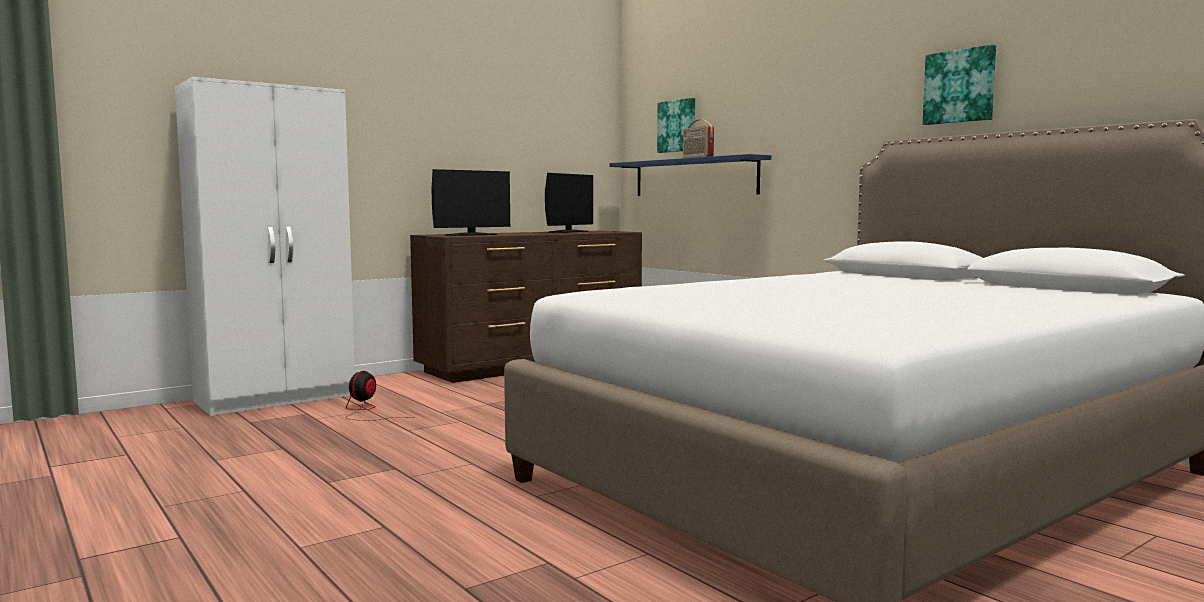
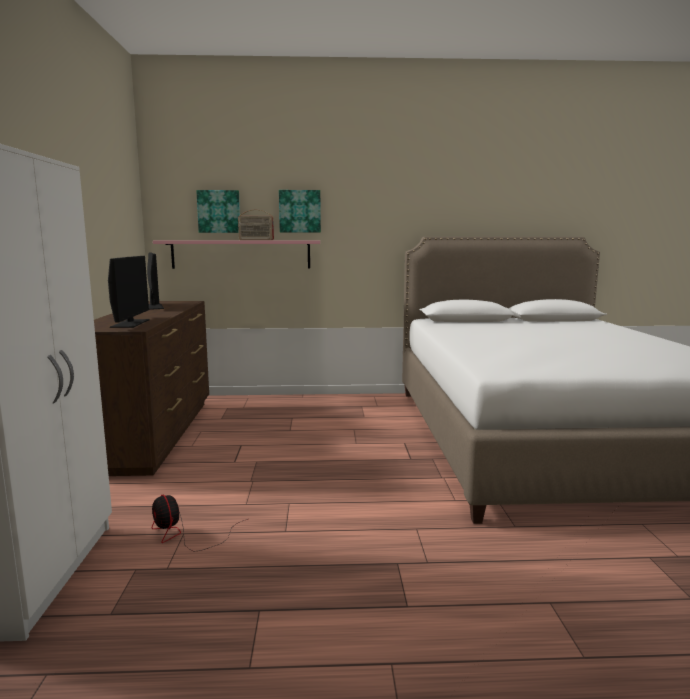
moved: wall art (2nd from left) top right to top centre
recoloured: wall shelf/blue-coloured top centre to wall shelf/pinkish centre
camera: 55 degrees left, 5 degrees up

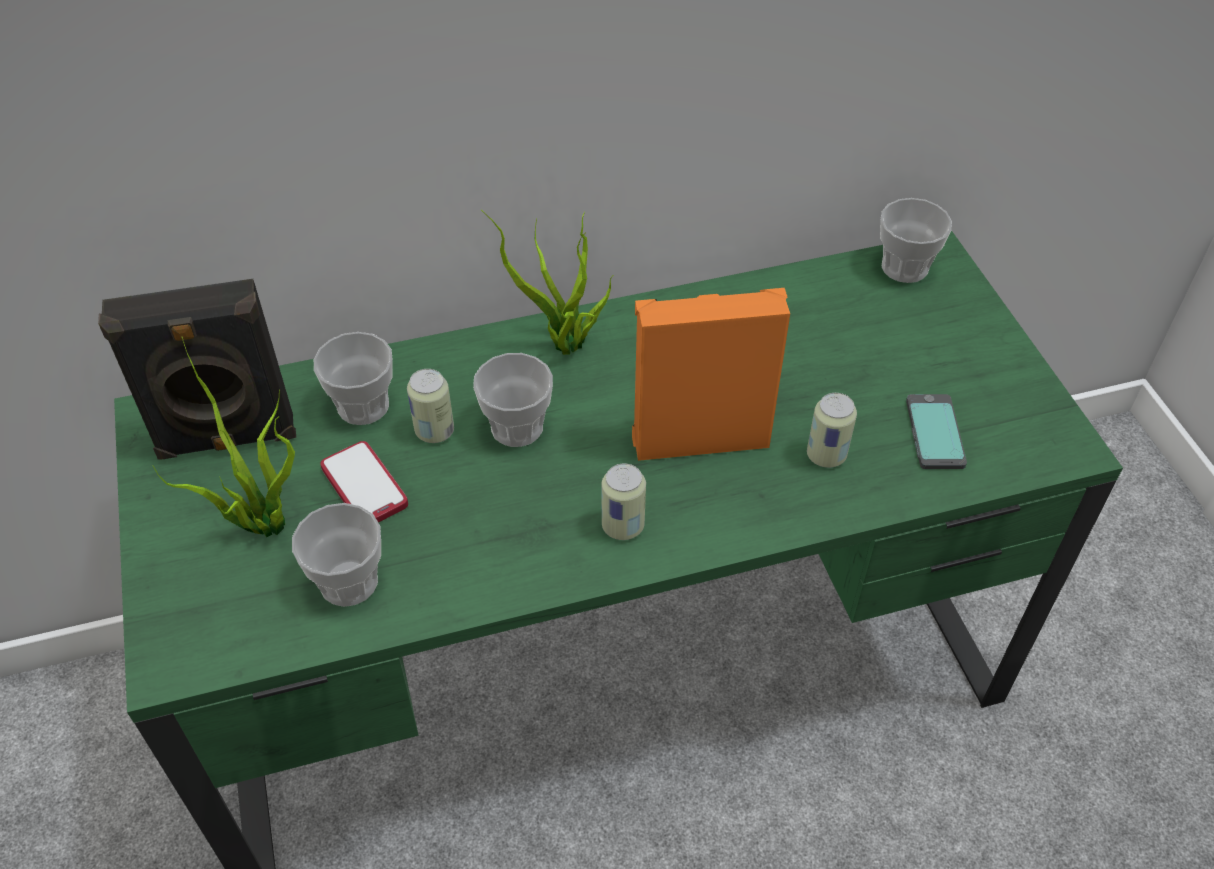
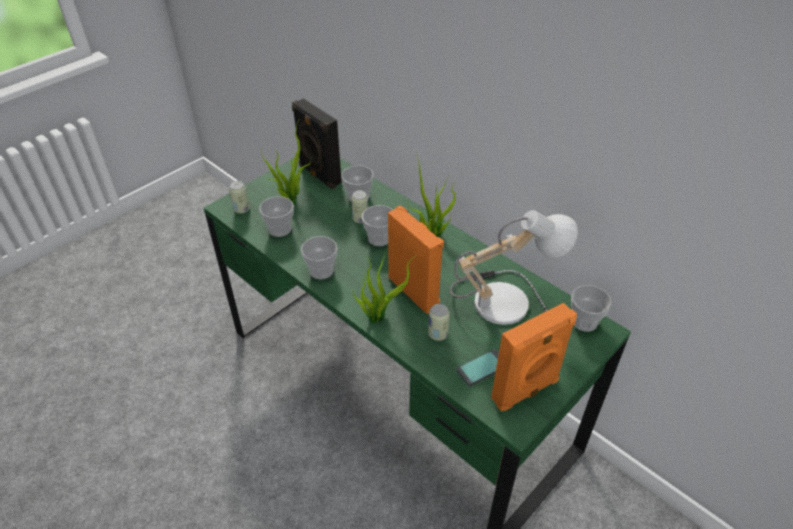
removed: handset (1st from left) middle left
added: cup (2nd from left) centre; plant in a pot (2nd from left) centre; lamp for a table centre; audio speaker/orange (2nd from left) bottom right
moved: can (2nd from left in the first image) centre to can (1st from left) middle left
camera: 60 degrees right, 5 degrees down

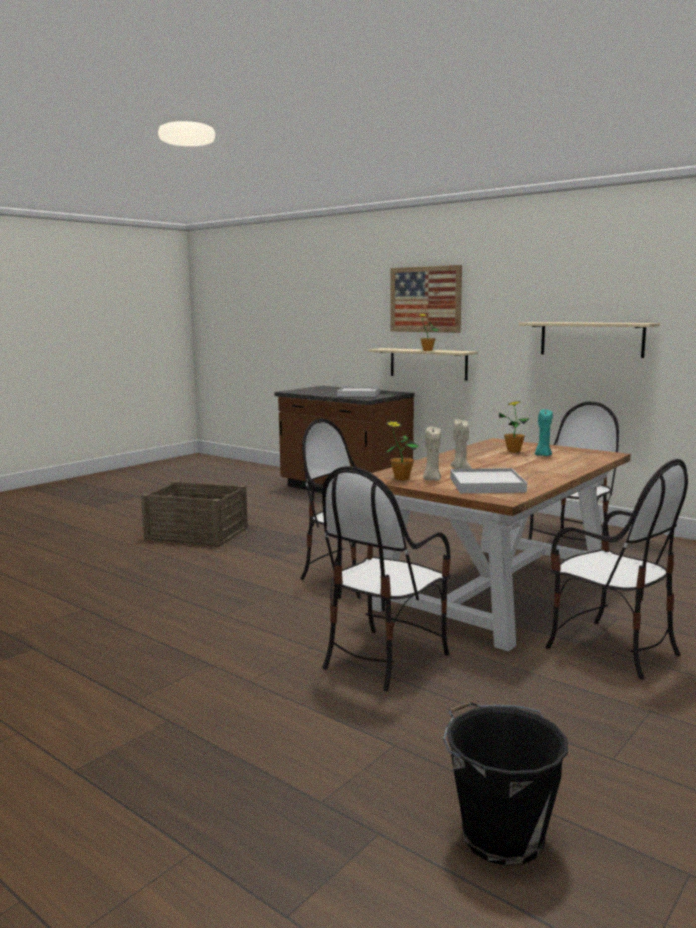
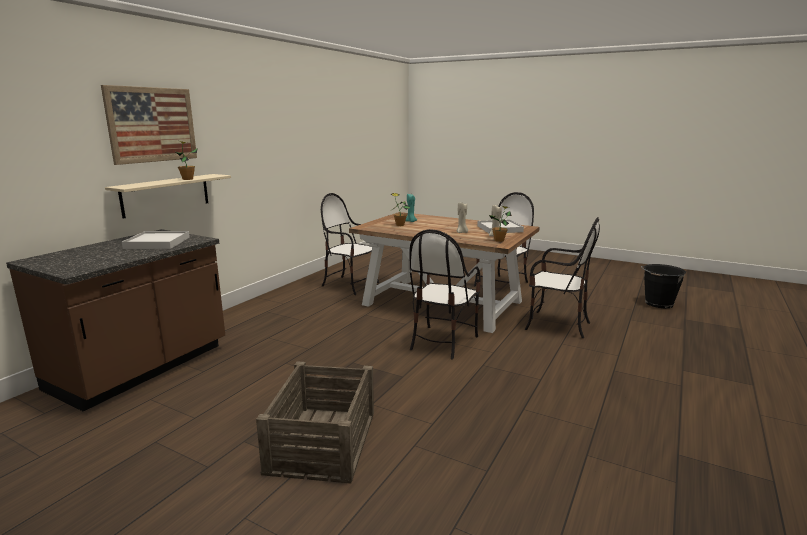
removed: wall shelf/sand-coloured (2nd from left) middle right
camera: 100 degrees left, 5 degrees up

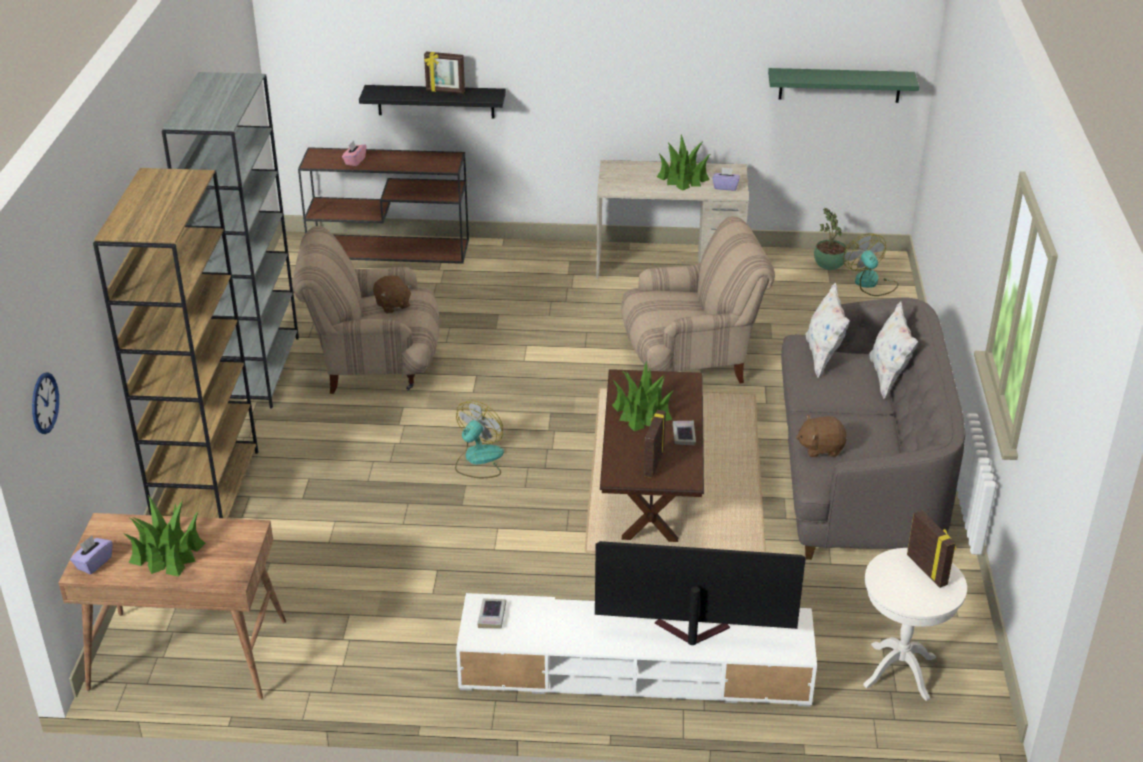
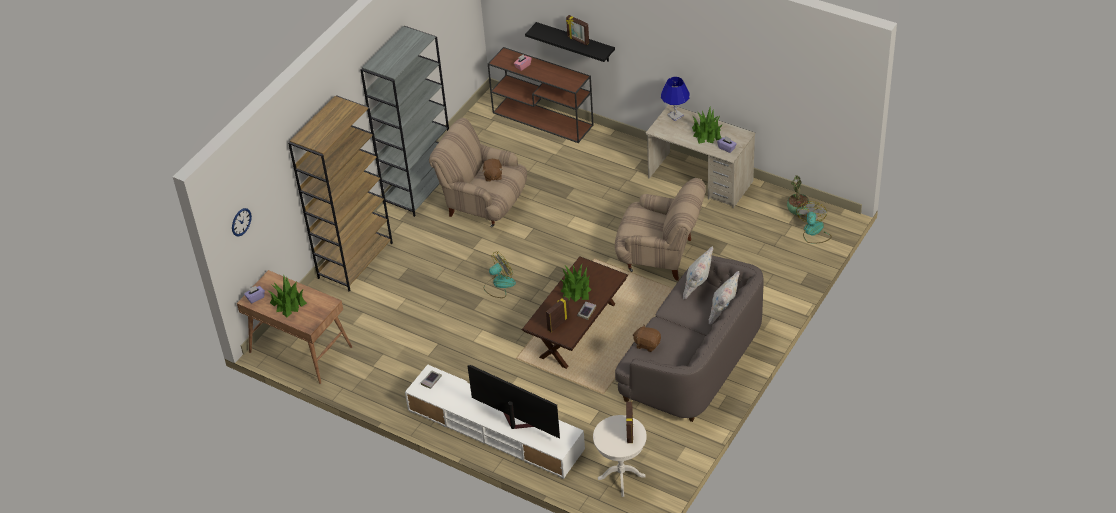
removed: wall shelf/green-coloured top right
added: lamp for a table/blue-coloured top centre
camera: 30 degrees right, 10 degrees up

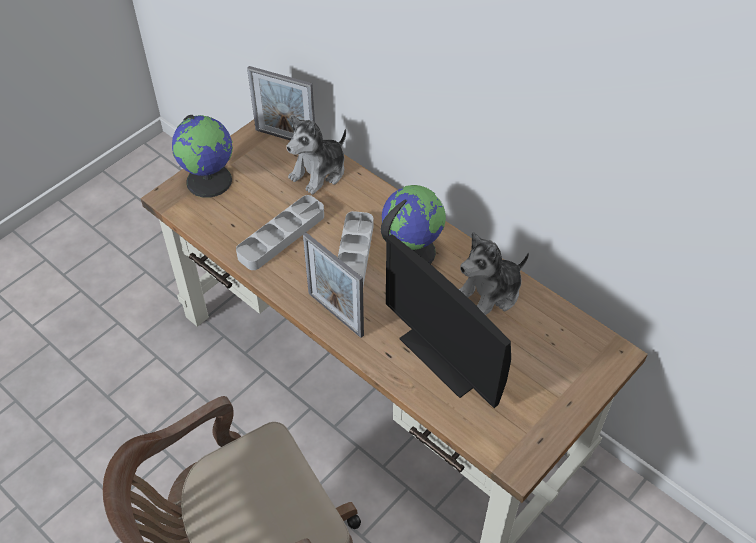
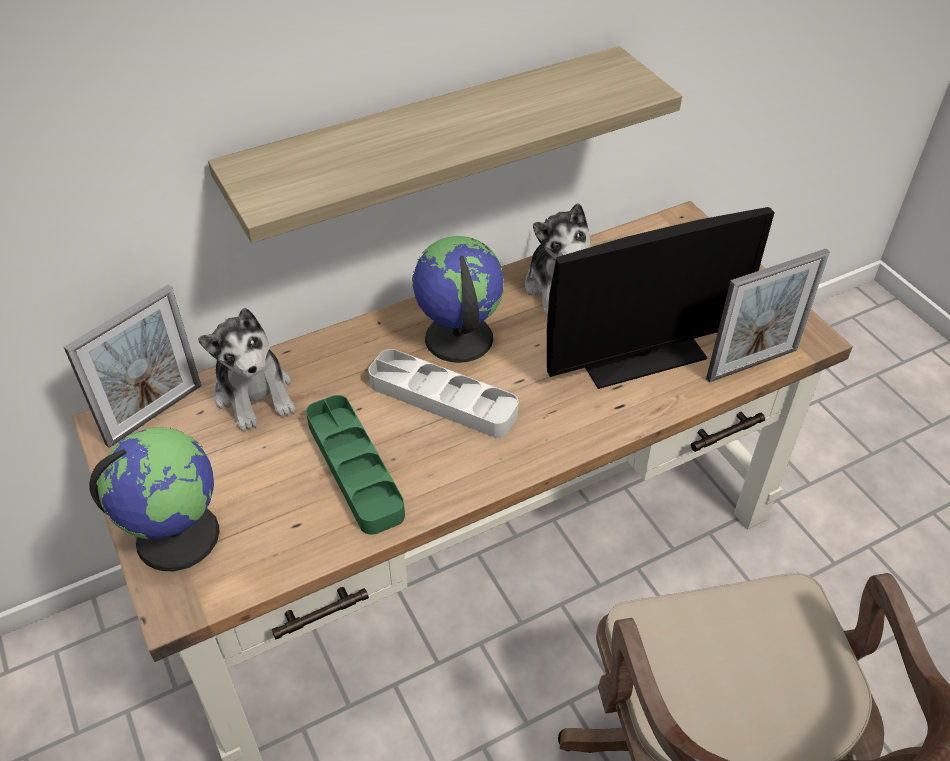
added: wall shelf top centre
moved: standing frame (2nd from left) centre to middle right
recoloured: tray/gray (1st from left) centre to tray/green-coloured centre
camera: 70 degrees left, 5 degrees down

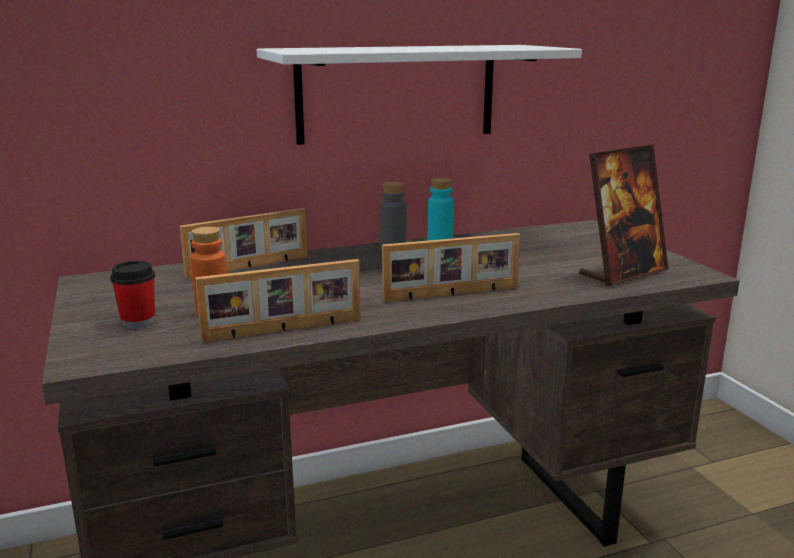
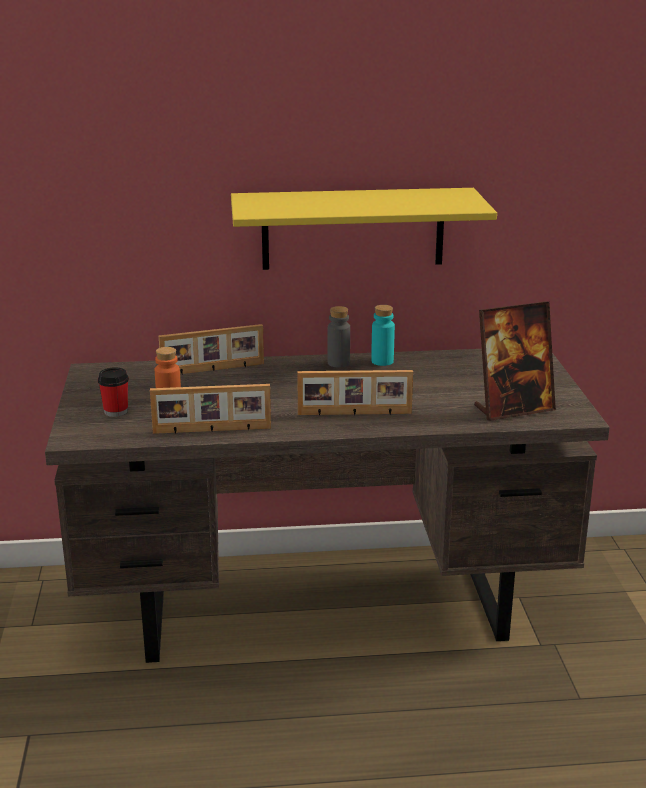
recoloured: wall shelf/whitish top centre to wall shelf/yellow-coloured top centre
camera: 15 degrees right, 5 degrees up

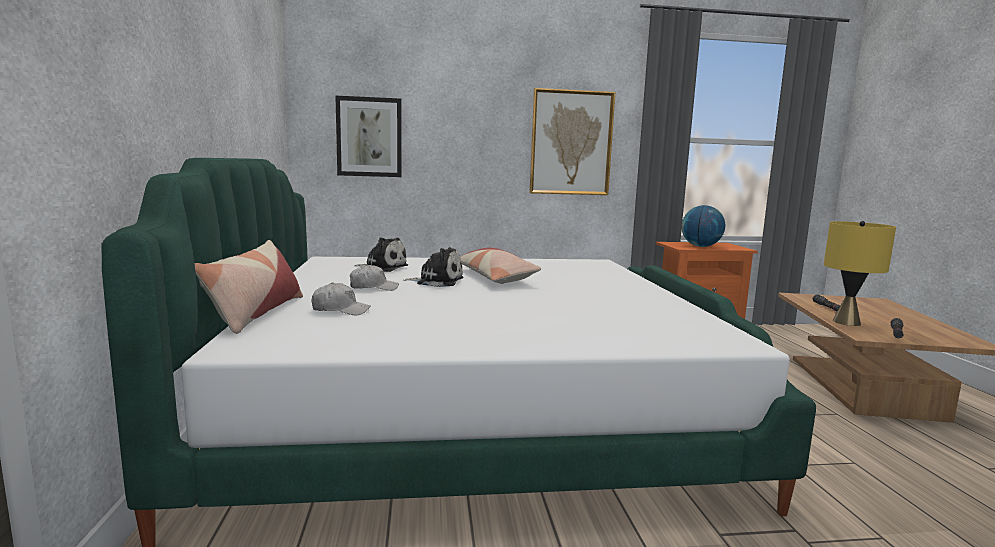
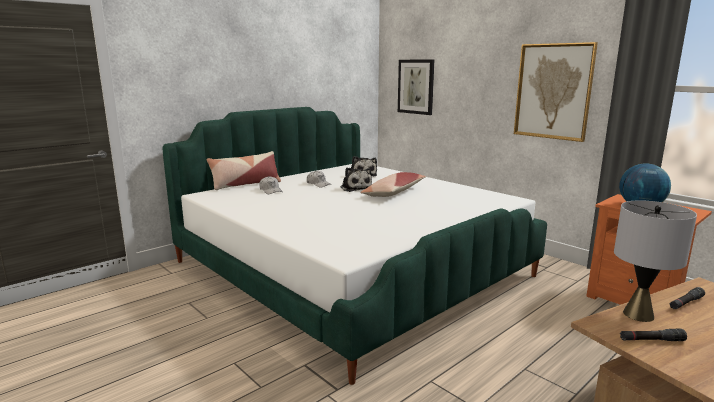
recoloured: lamp for a table/yellow-coloured middle right to lamp for a table/gray middle right
camera: 55 degrees right, 5 degrees up

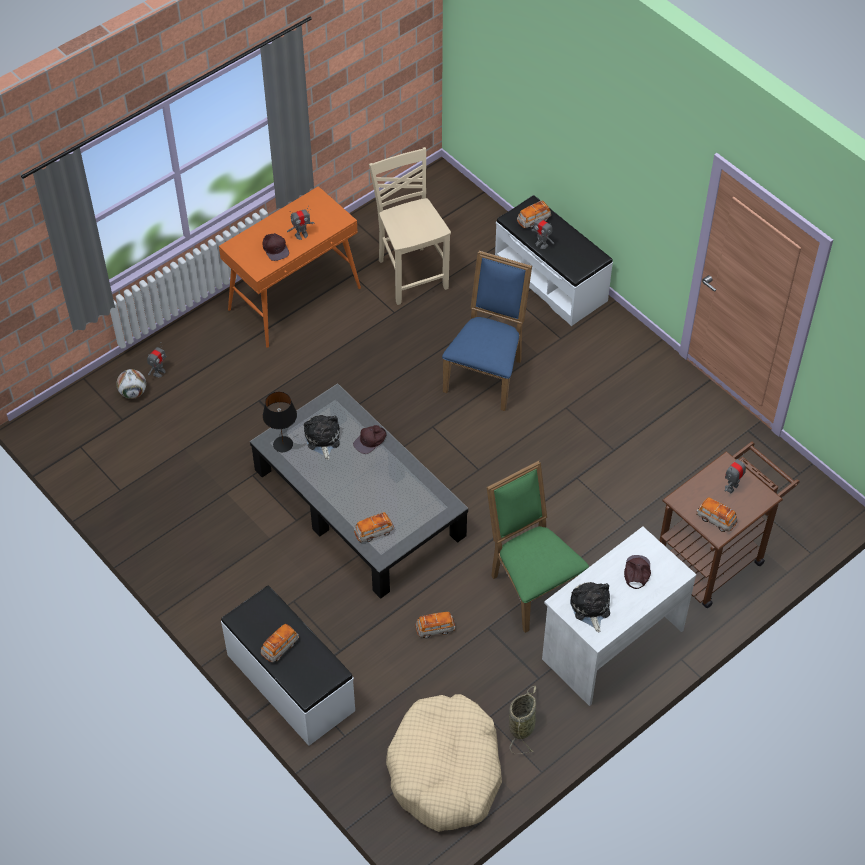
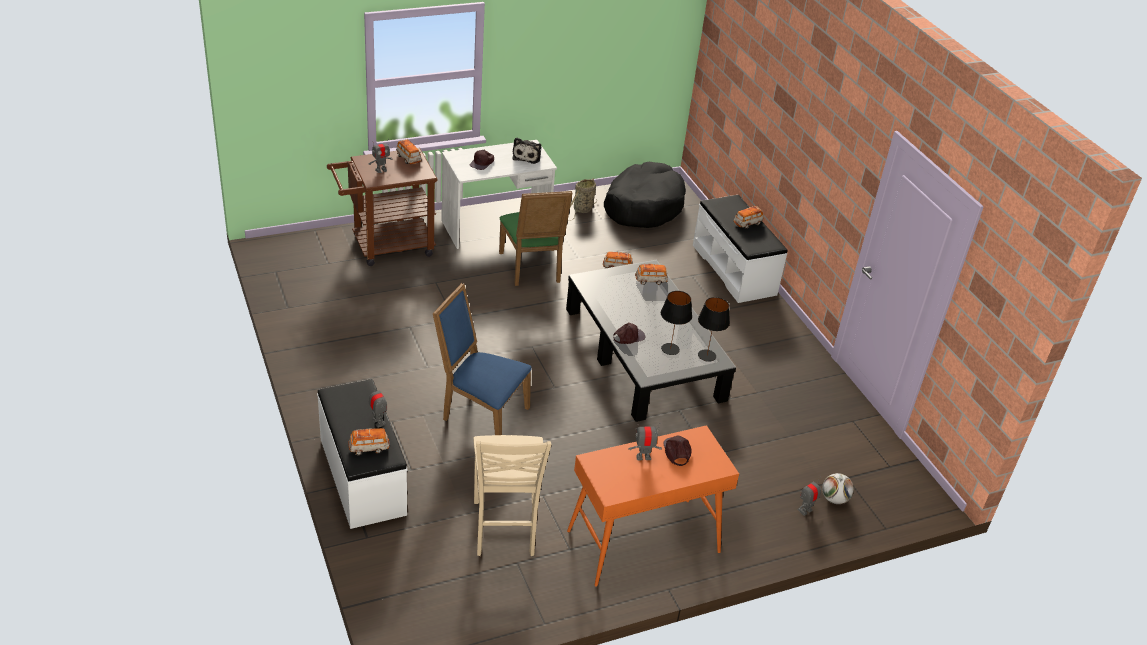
replaced: plush toy (1st from left) centre to lamp for a table/black (1st from left) centre
recoloured: pet bed/sand-coloured bottom centre to pet bed/black top centre
turned: plain chair/blue-coloured centre = centre 75 degrees clockwise
camera: 165 degrees left, 15 degrees down

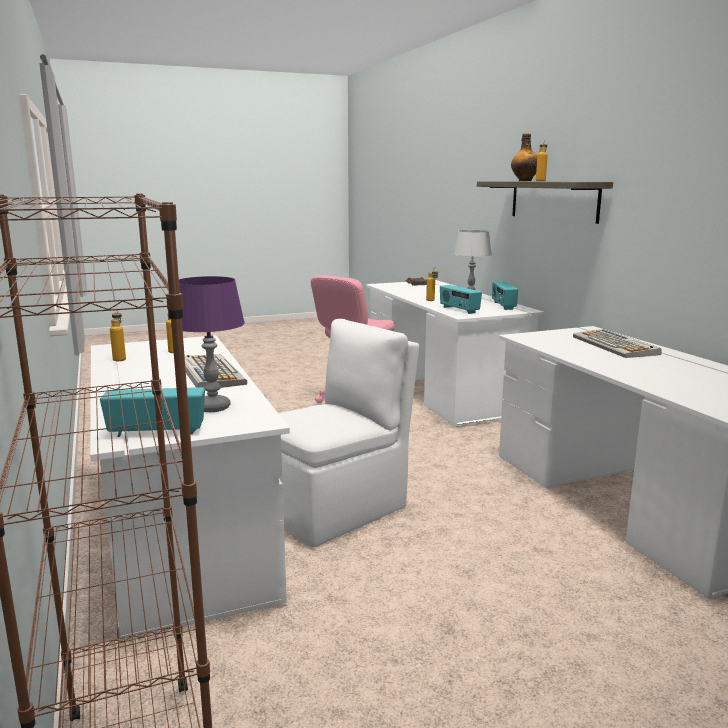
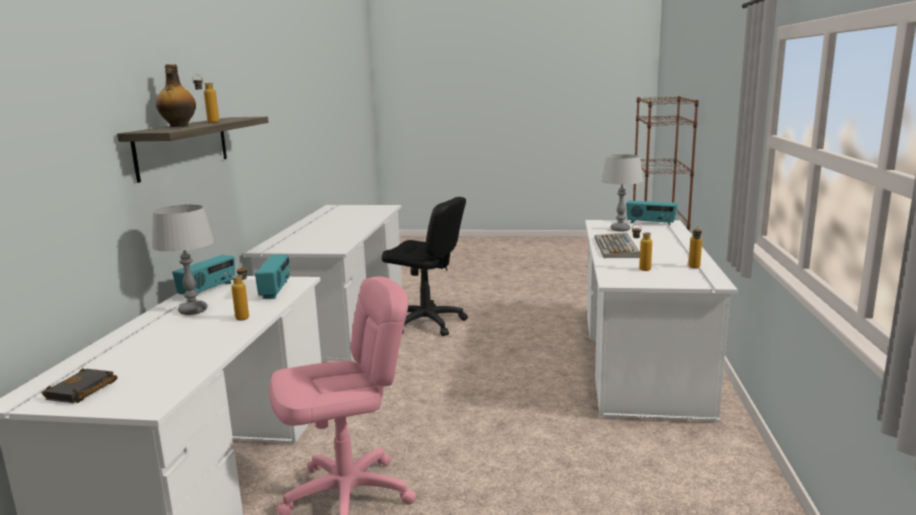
removed: plain chair/whitish centre; PC keyboard (2nd from left) middle right
added: desk chair/black centre
recoloured: lamp for a table/purple-coloured middle left to lamp for a table/gray (2nd from left) middle right
camera: 150 degrees left, 0 degrees up

